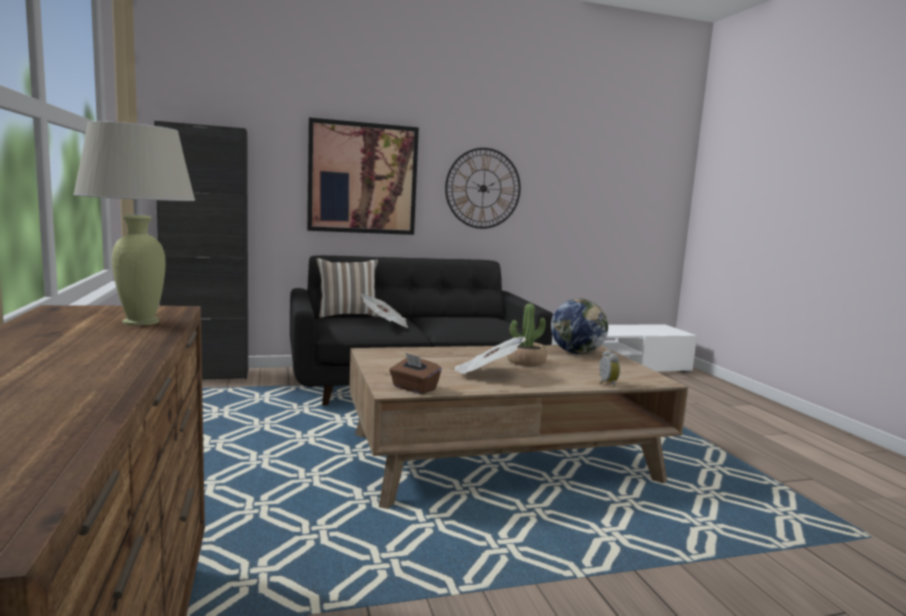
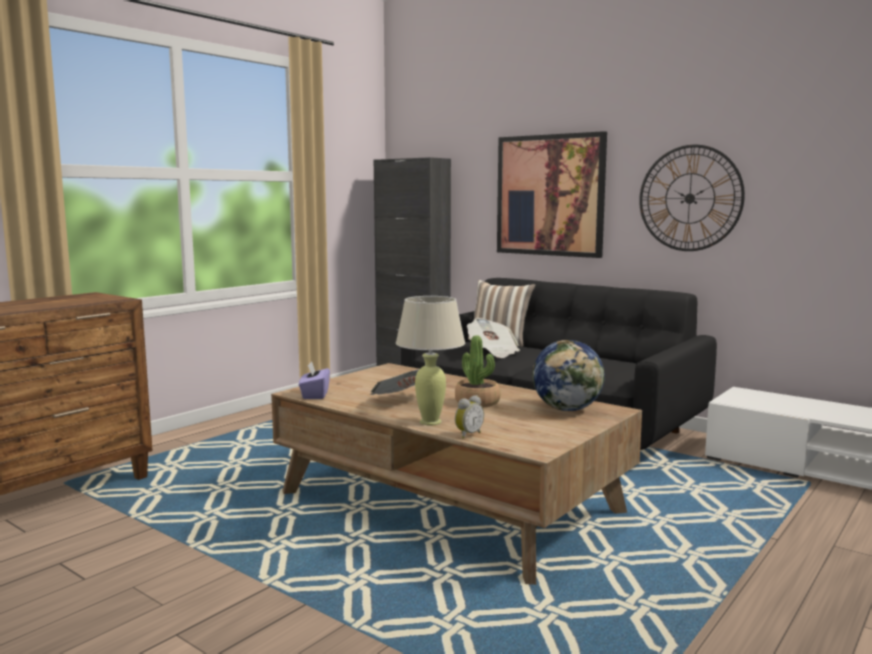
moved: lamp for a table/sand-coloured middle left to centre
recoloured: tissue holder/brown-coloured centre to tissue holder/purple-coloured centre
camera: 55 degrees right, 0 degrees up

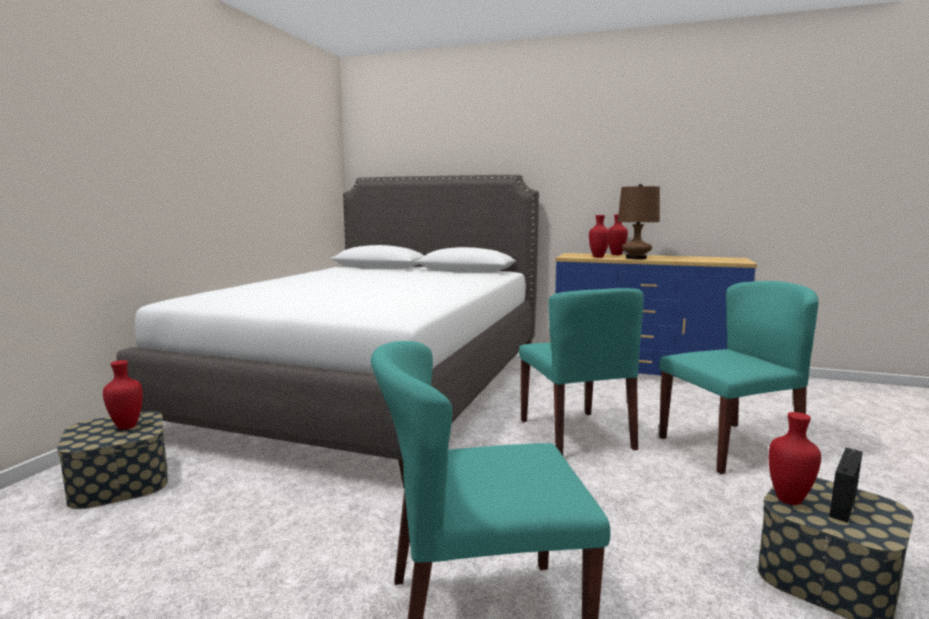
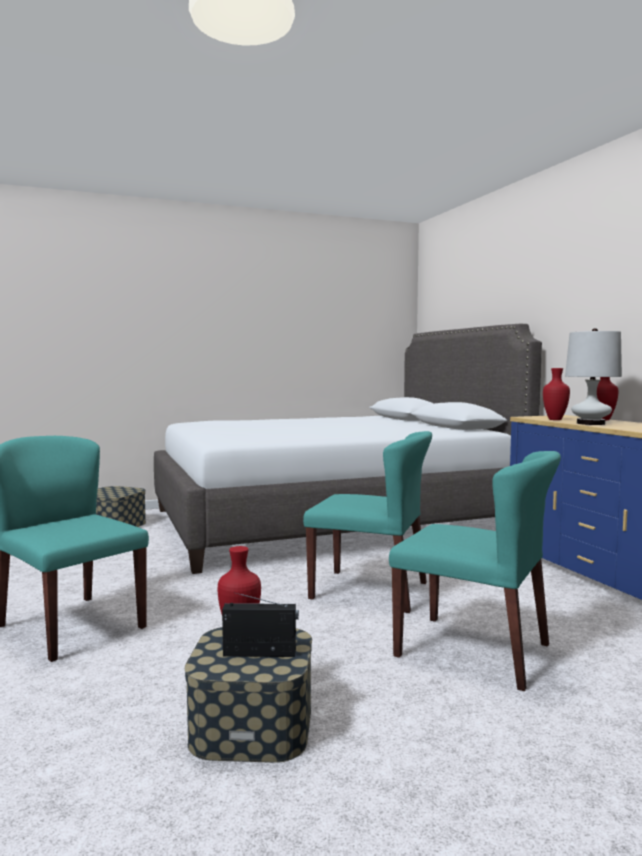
removed: flower vase/reddish (1st from left) middle left
recoloured: lamp for a table/brown-coloured middle right to lamp for a table/whitish middle right
turned: plain chair/turquoise (2nd from left) centre = centre 105 degrees counterclockwise
camera: 50 degrees right, 5 degrees down

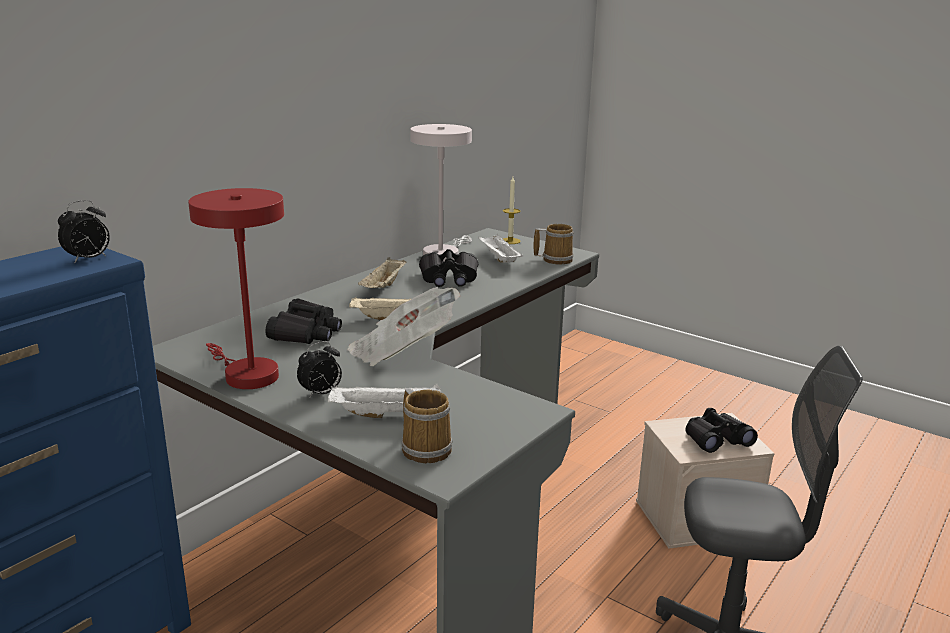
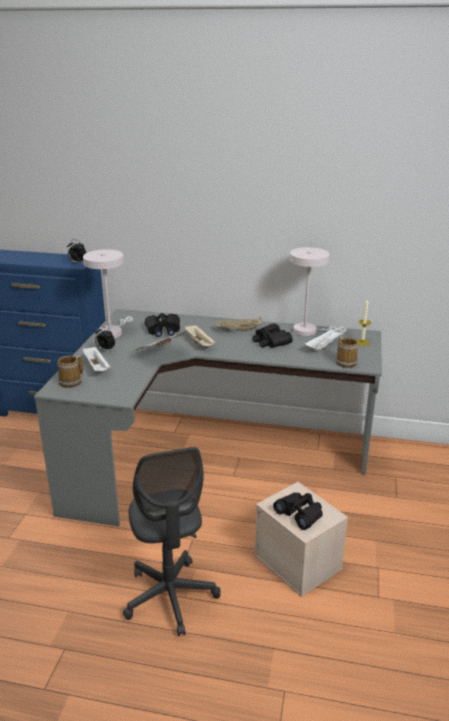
recoloured: lamp for a table/reddish middle left to lamp for a table/whitish (1st from left) middle left
camera: 65 degrees right, 5 degrees up

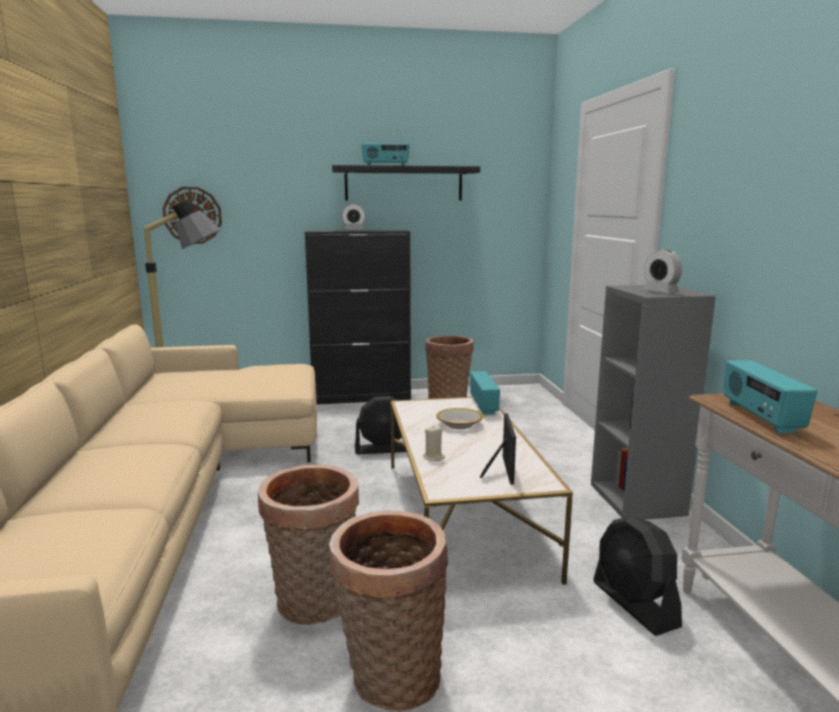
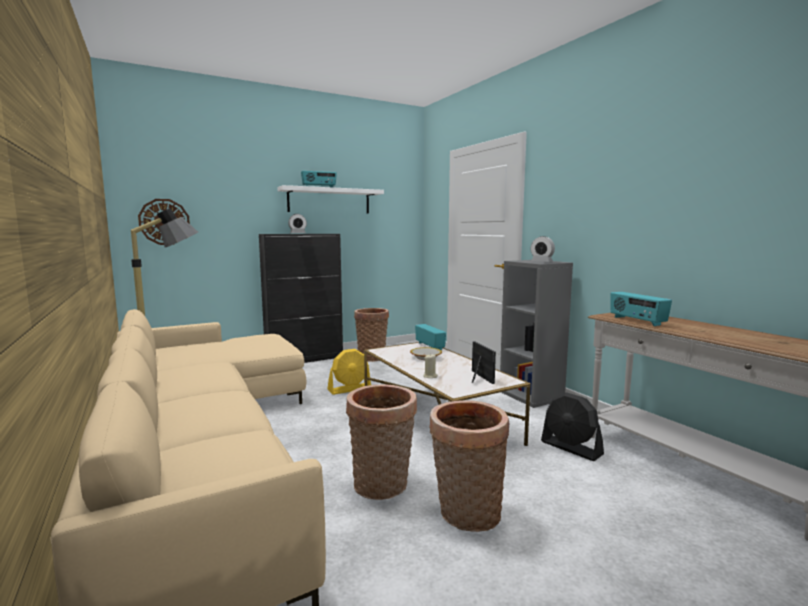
recoloured: wall shelf/black top centre to wall shelf/whitish top centre; cooling fan/black (1st from left) centre to cooling fan/yellow-coloured centre
camera: 20 degrees left, 5 degrees down

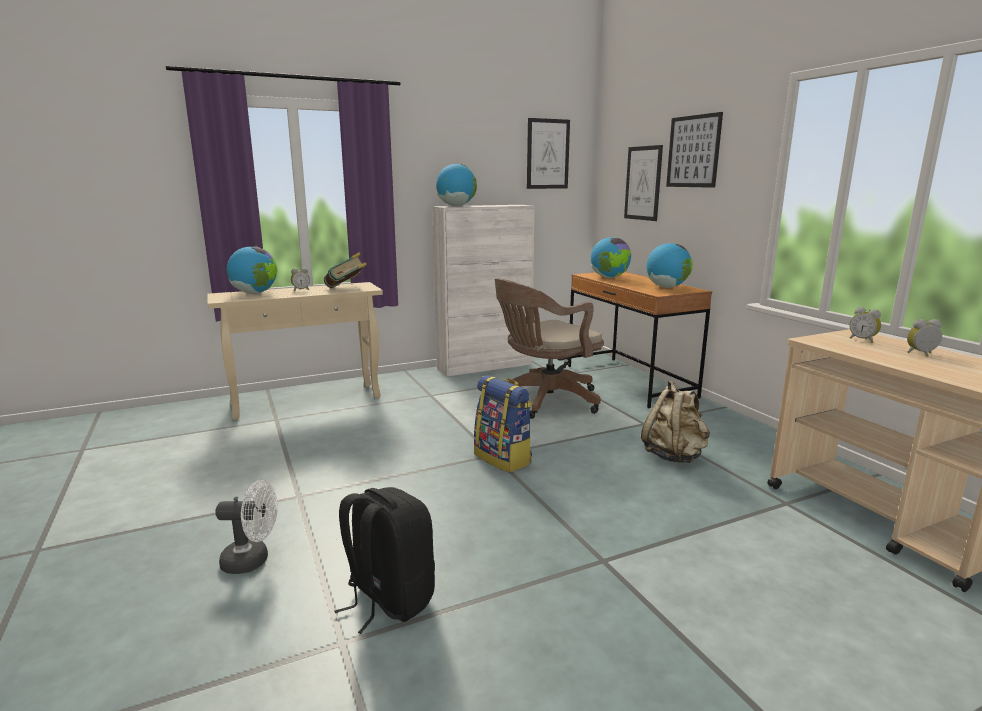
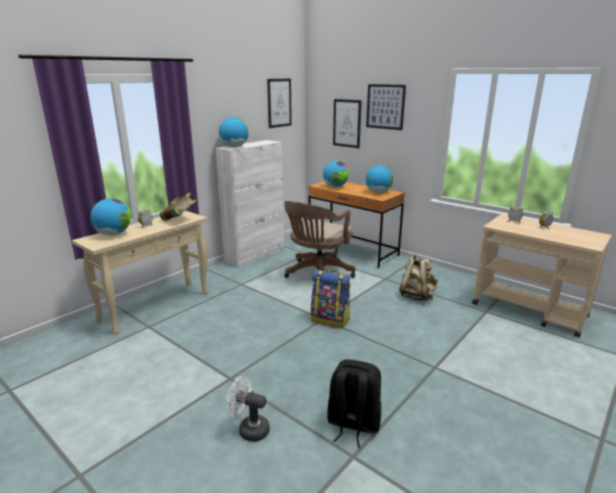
turned: cooling fan/whitish bottom left = bottom centre 135 degrees counterclockwise
camera: 25 degrees left, 5 degrees up

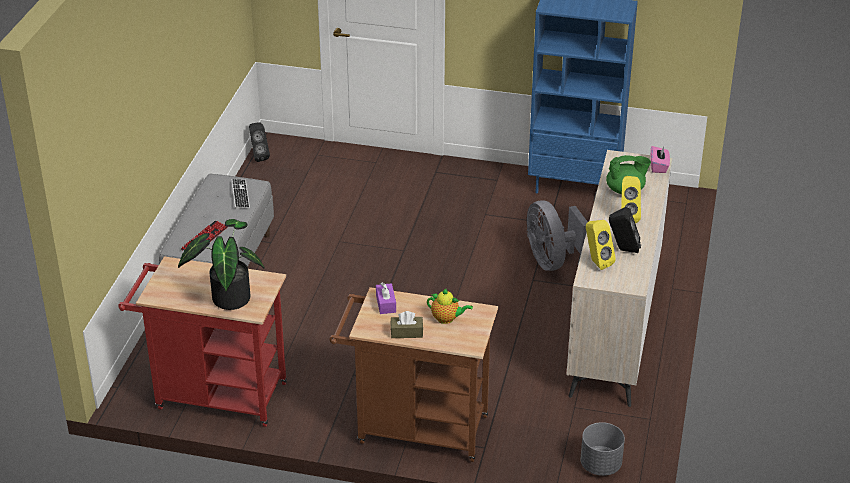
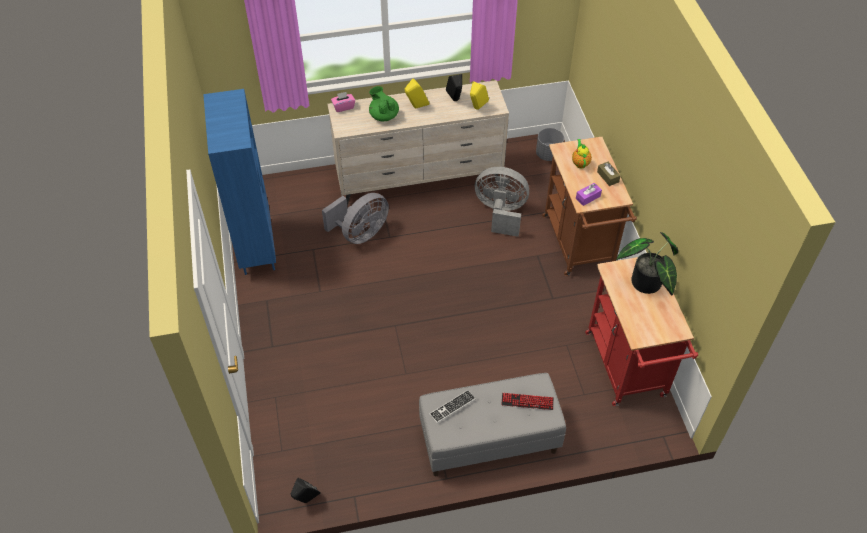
added: cooling fan/gray (2nd from left) centre
camera: 115 degrees left, 15 degrees up

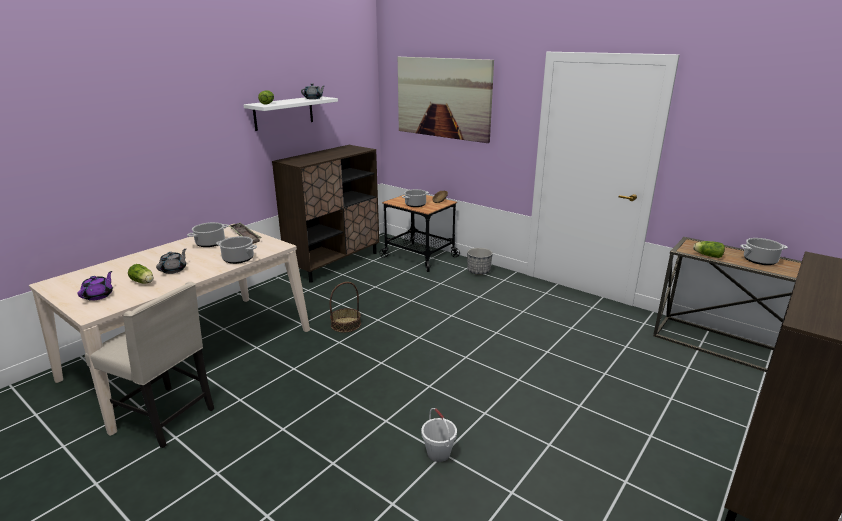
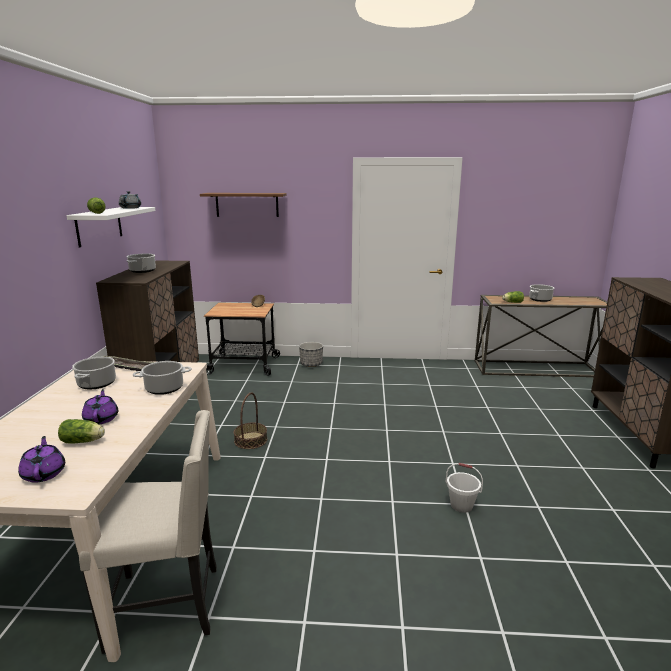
moved: saucepot (3rd from left in the first image) centre to saucepot (2nd from left) middle left
replaced: wall art top centre to wall shelf/brown-coloured top centre
recoloured: pot for tea/gray (1st from left) middle left to pot for tea/purple-coloured (2nd from left) middle left
camera: 35 degrees left, 5 degrees down

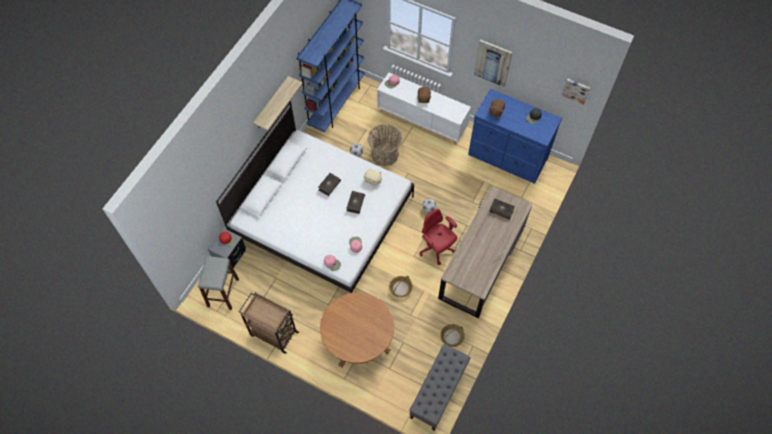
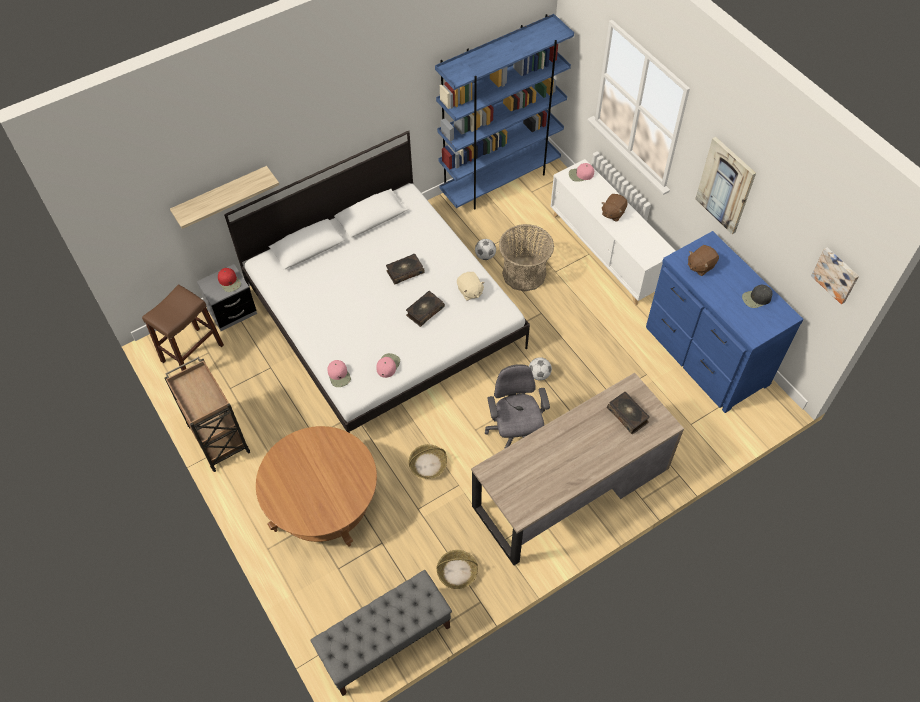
moved: wall shelf top centre to top left
recoloured: sitting stool/gray middle left to sitting stool/brown-coloured middle left; desk chair/reddish centre to desk chair/gray centre
camera: 30 degrees right, 5 degrees down

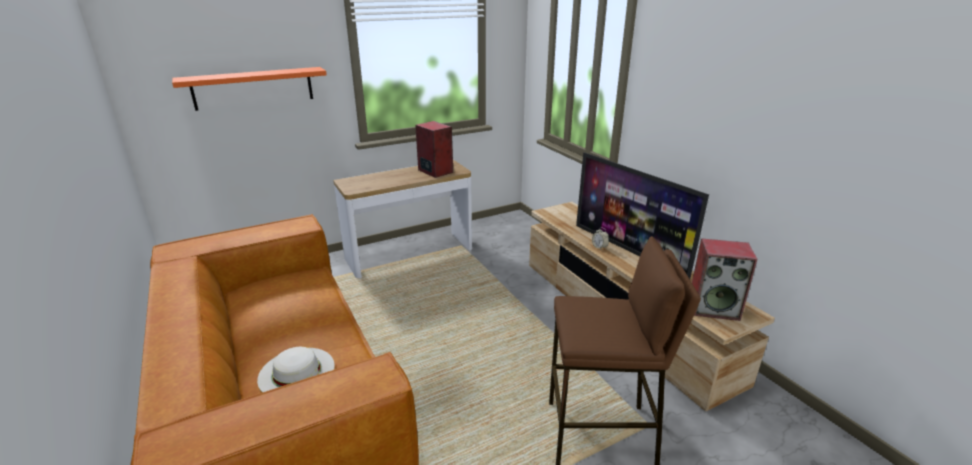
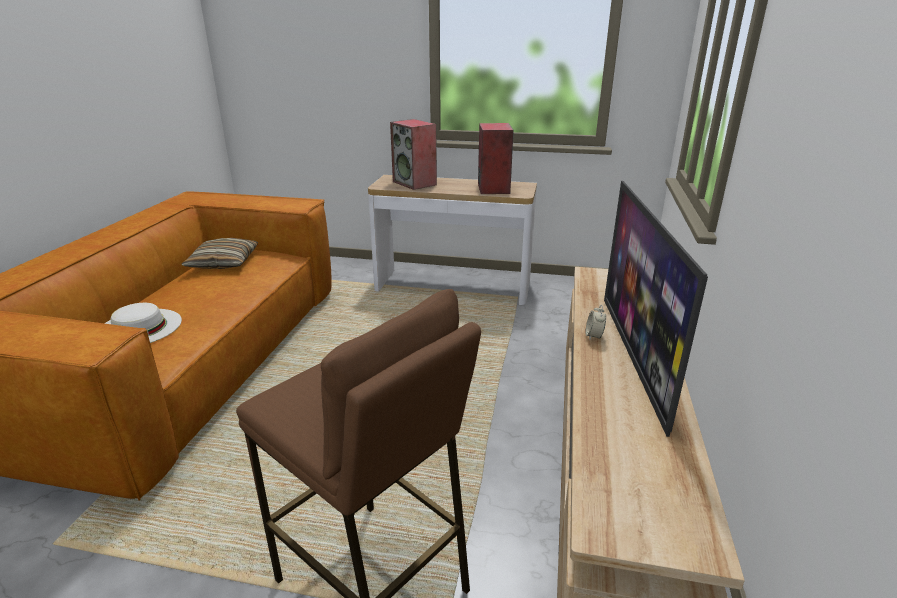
removed: wall shelf/orange top left
added: throw pillow middle left
moved: audio speaker (2nd from left in the first image) middle right to audio speaker (1st from left) top centre
camera: 40 degrees right, 0 degrees up

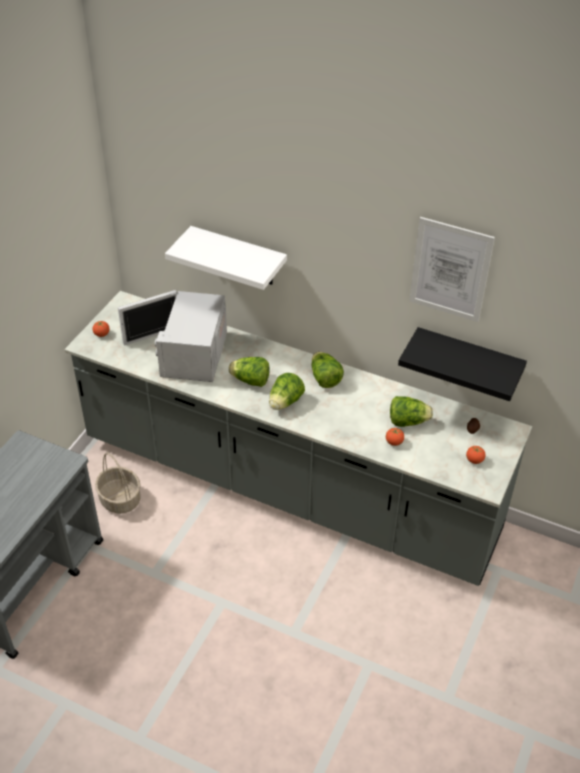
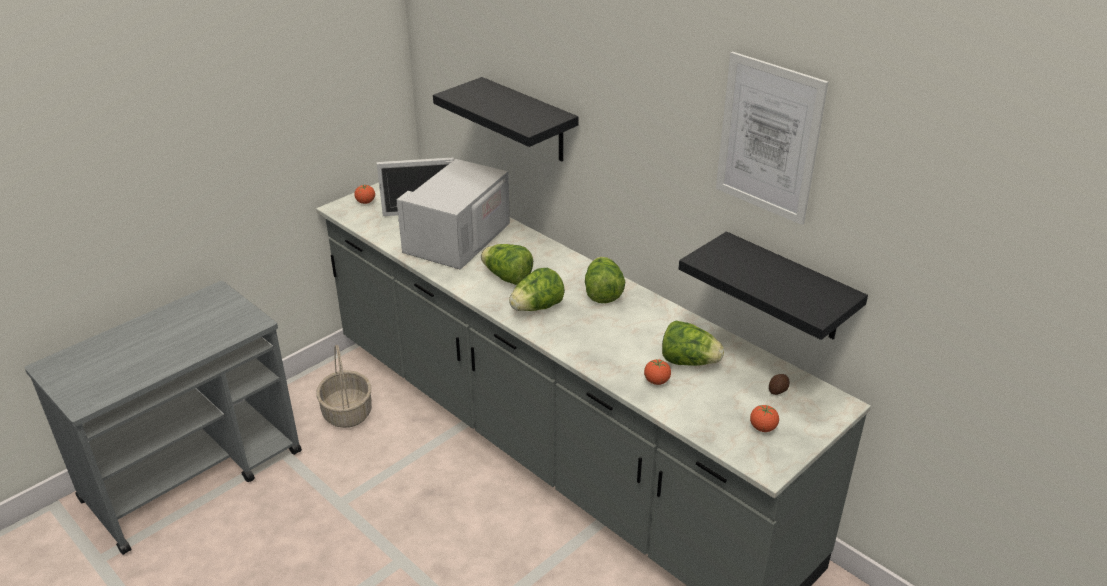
recoloured: wall shelf/whitish centre to wall shelf/black (1st from left) top centre
camera: 20 degrees right, 10 degrees down

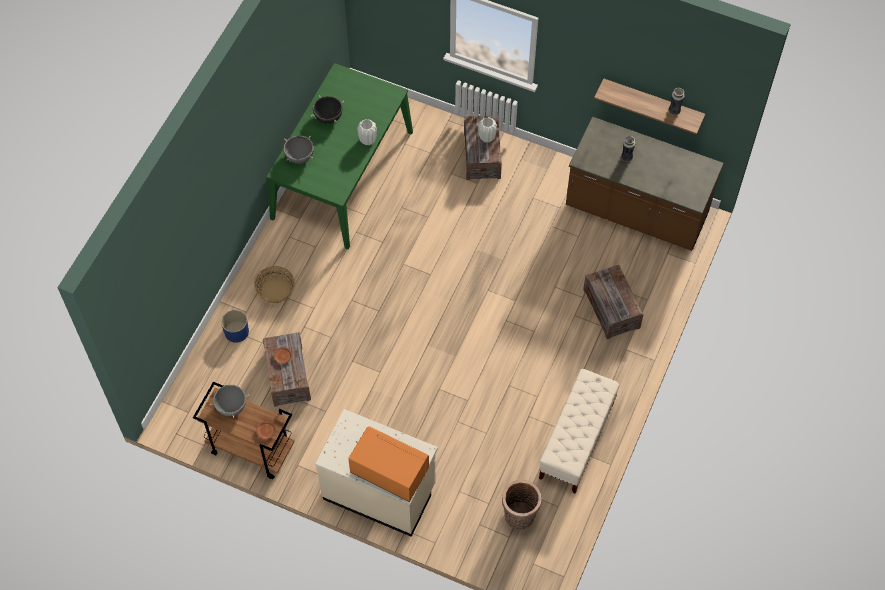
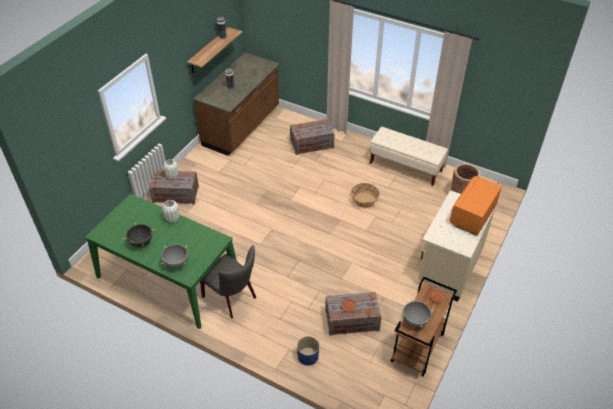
added: plain chair/gray bottom centre
moved: basket (1st from left) middle left to centre
camera: 85 degrees left, 15 degrees down

